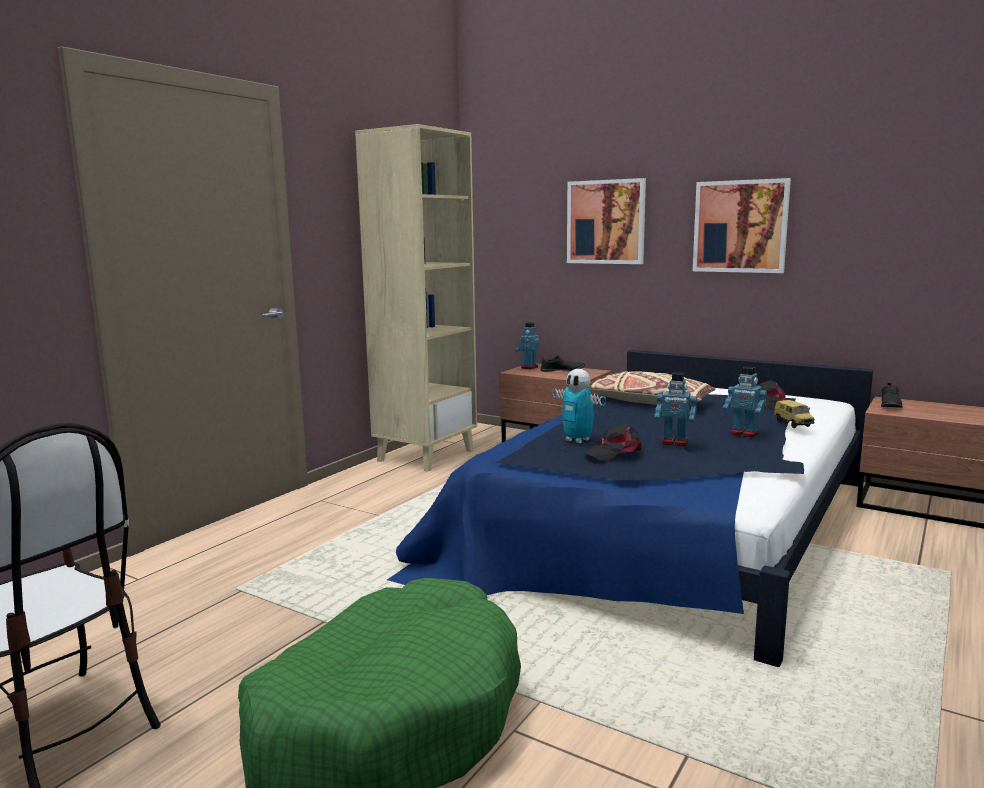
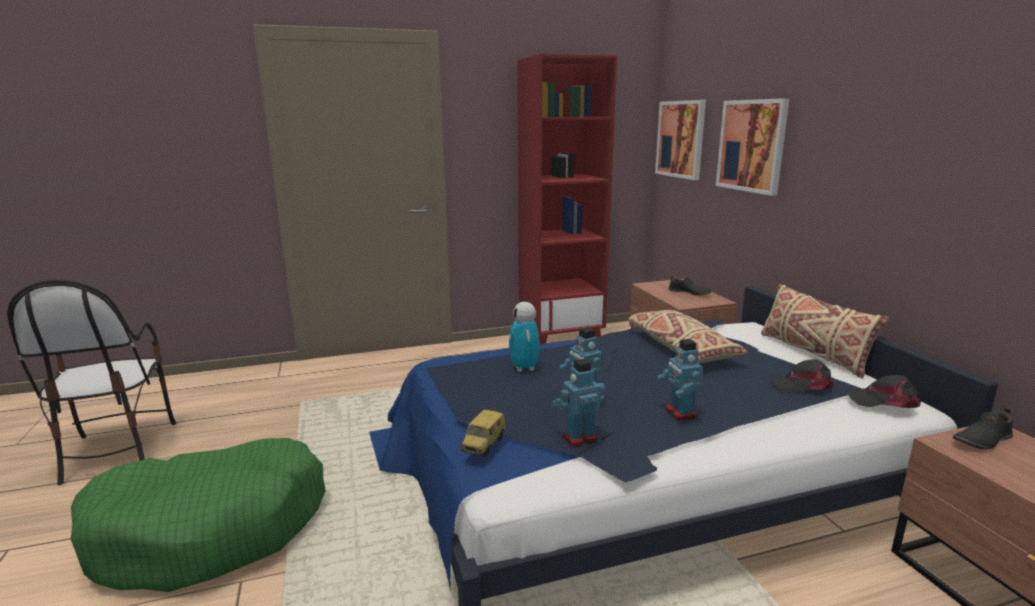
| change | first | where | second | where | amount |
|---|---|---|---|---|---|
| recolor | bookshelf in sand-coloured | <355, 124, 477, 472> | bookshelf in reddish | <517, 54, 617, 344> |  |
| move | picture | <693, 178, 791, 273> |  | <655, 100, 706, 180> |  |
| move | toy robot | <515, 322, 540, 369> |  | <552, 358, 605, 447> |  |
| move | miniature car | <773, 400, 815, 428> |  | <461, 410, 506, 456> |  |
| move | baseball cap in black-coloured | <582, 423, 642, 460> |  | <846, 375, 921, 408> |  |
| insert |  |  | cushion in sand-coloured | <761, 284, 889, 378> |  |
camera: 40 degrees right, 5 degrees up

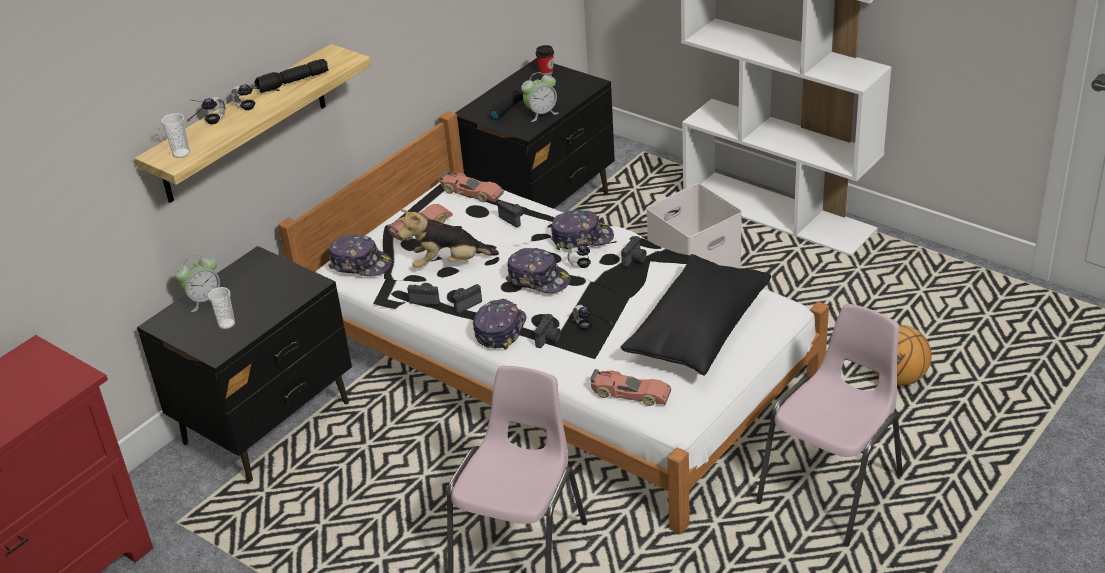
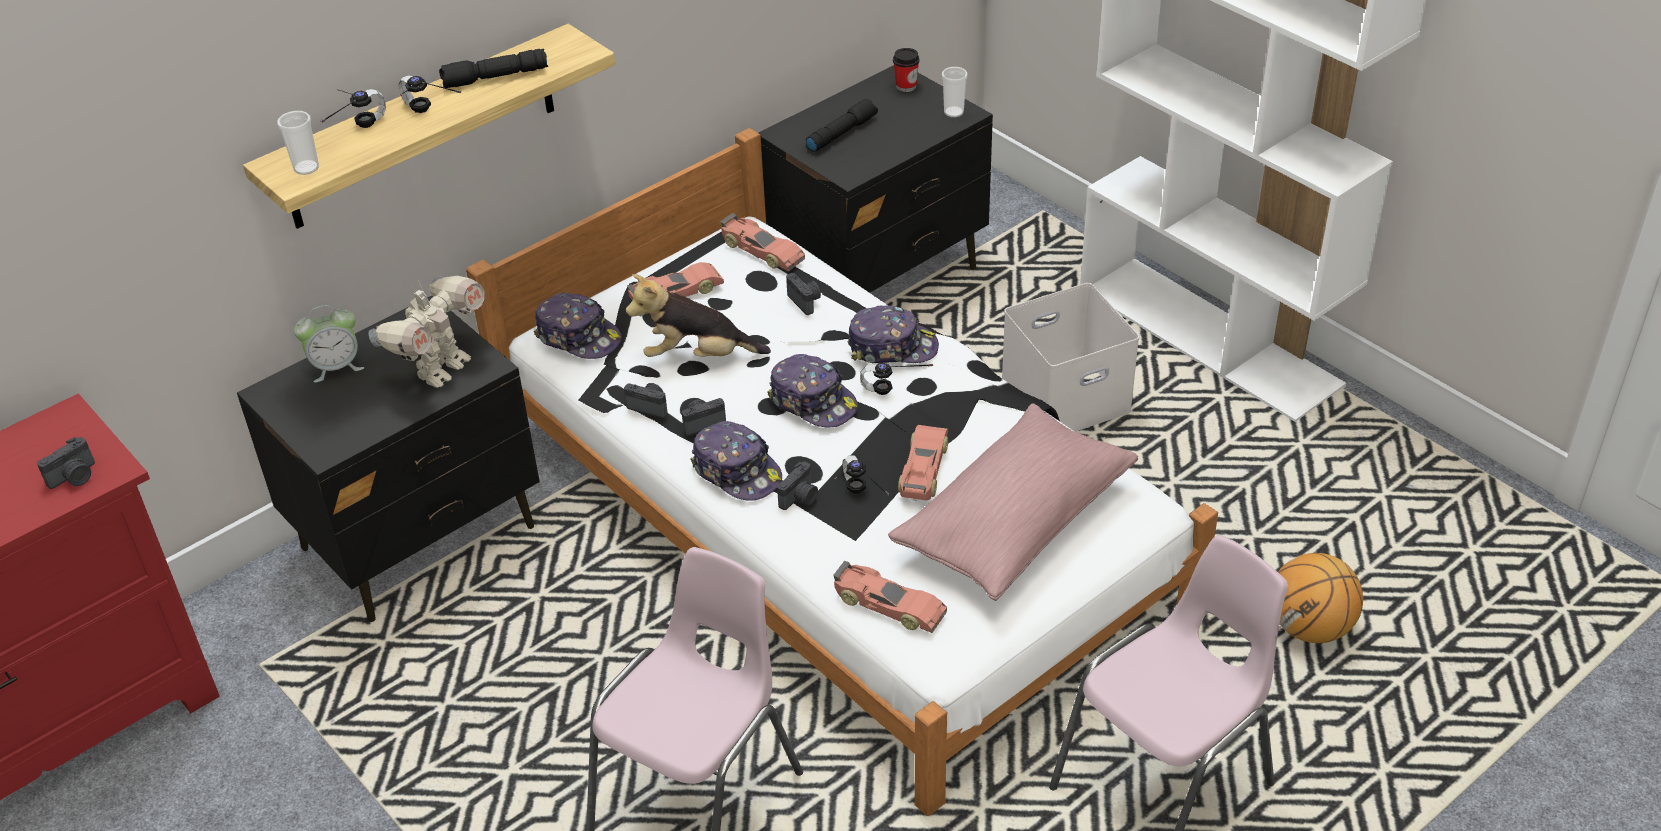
| change | first | where | second | where | amount |
|---|---|---|---|---|---|
| delete | alarm clock | <521, 72, 558, 122> |  |  |  |
| move | photo camera | <621, 236, 646, 267> |  | <37, 437, 95, 489> |  |
| recolor | cushion in black-coloured | <621, 254, 771, 376> | cushion in pink | <888, 404, 1138, 601> |  |
| move | small cup | <208, 287, 235, 329> |  | <942, 67, 967, 117> |  |
| rotate | baseball cap | <473, 299, 526, 350> |  | <690, 421, 782, 500> | 105 degrees clockwise |
| insert |  |  | toy robot | <368, 276, 485, 388> |  |
| insert |  |  | miniature car | <898, 425, 948, 501> |  |
camera: 10 degrees right, 5 degrees up

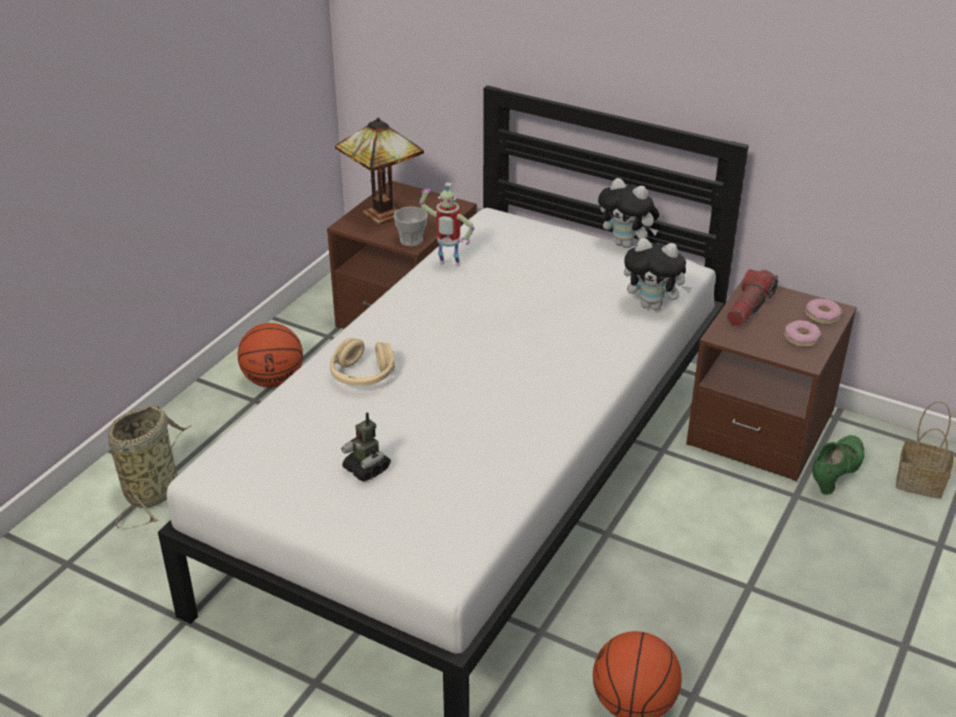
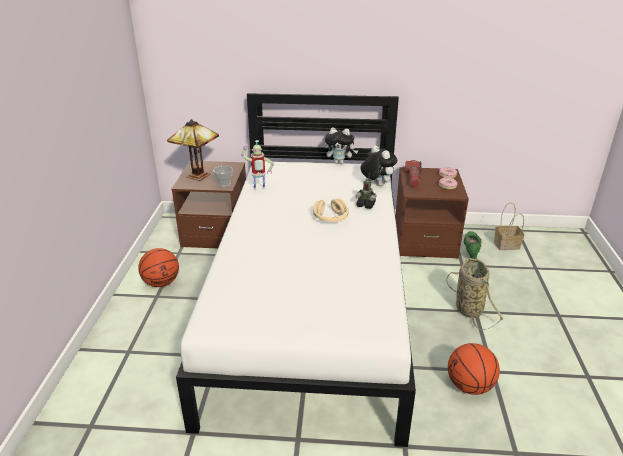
| change | first | where | second | where | amount |
|---|---|---|---|---|---|
| rotate | soft toy | <624, 238, 692, 310> |  | <361, 146, 397, 186> | 120 degrees counterclockwise |
| move | headphones in sand-coloured | <330, 338, 395, 386> |  | <313, 199, 349, 222> |  |
| move | storage basket | <108, 406, 192, 529> |  | <446, 258, 504, 330> |  |
| move | toy robot | <341, 412, 391, 481> |  | <355, 174, 377, 209> |  |
camera: 25 degrees left, 5 degrees down

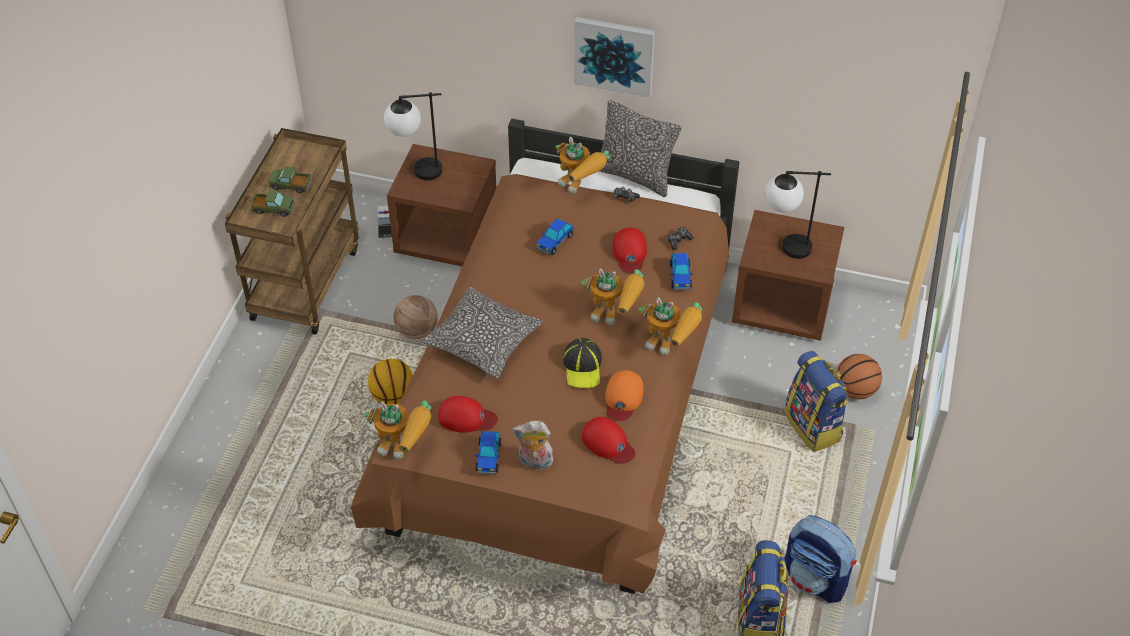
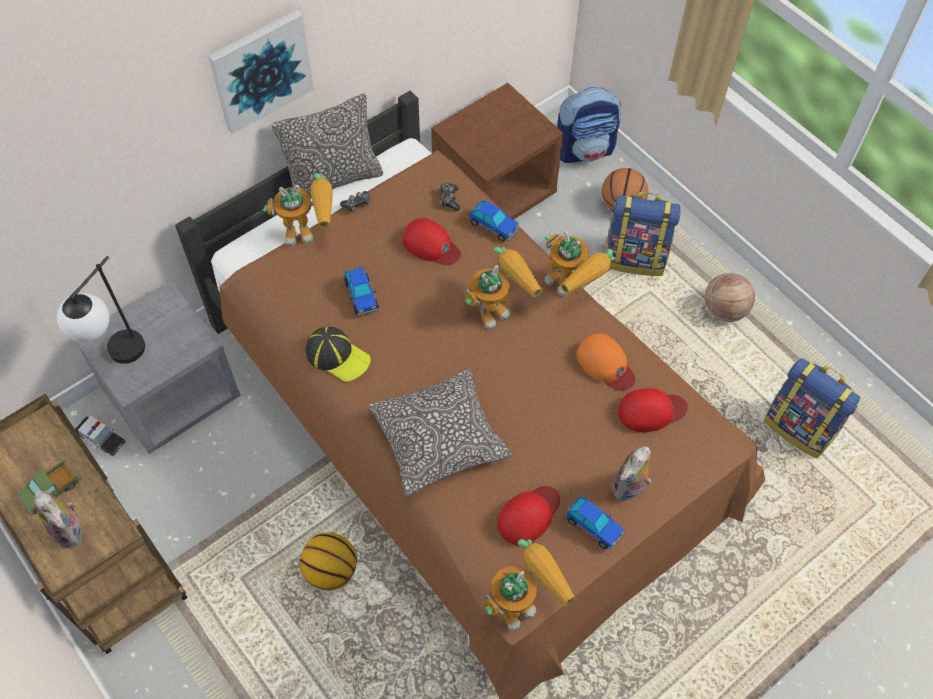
| change | first | where | second | where | amount |
|---|---|---|---|---|---|
| recolor | bedside table in brown-coloured | <387, 144, 496, 267> | bedside table in gray | <75, 281, 241, 454> |  |
| delete | table lamp | <765, 171, 831, 259> |  |  |  |
| replace | toy truck | <251, 190, 295, 217> | soft toy | <34, 491, 83, 549> |  |
| move | basketball ball | <393, 295, 438, 339> |  | <705, 273, 755, 322> |  |
| rotate | toy robot | <638, 297, 702, 356> |  | <544, 231, 614, 296> | 75 degrees clockwise |
| move | baseball cap | <563, 338, 602, 388> |  | <306, 326, 371, 382> |  |
| move | knapsack | <785, 515, 857, 603> |  | <557, 87, 621, 163> |  |
camera: 55 degrees left, 10 degrees up

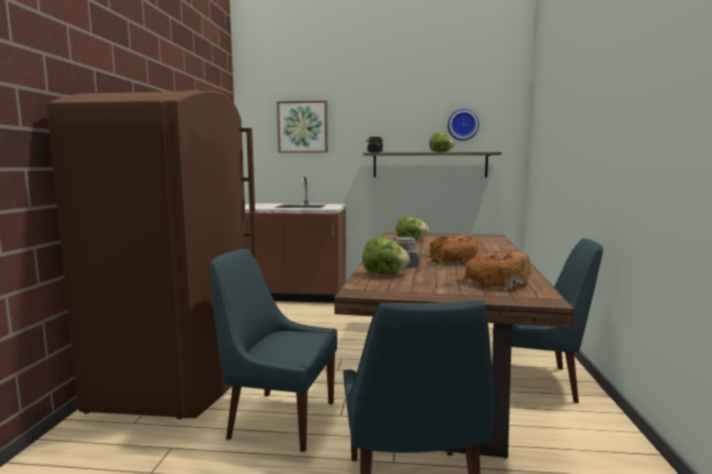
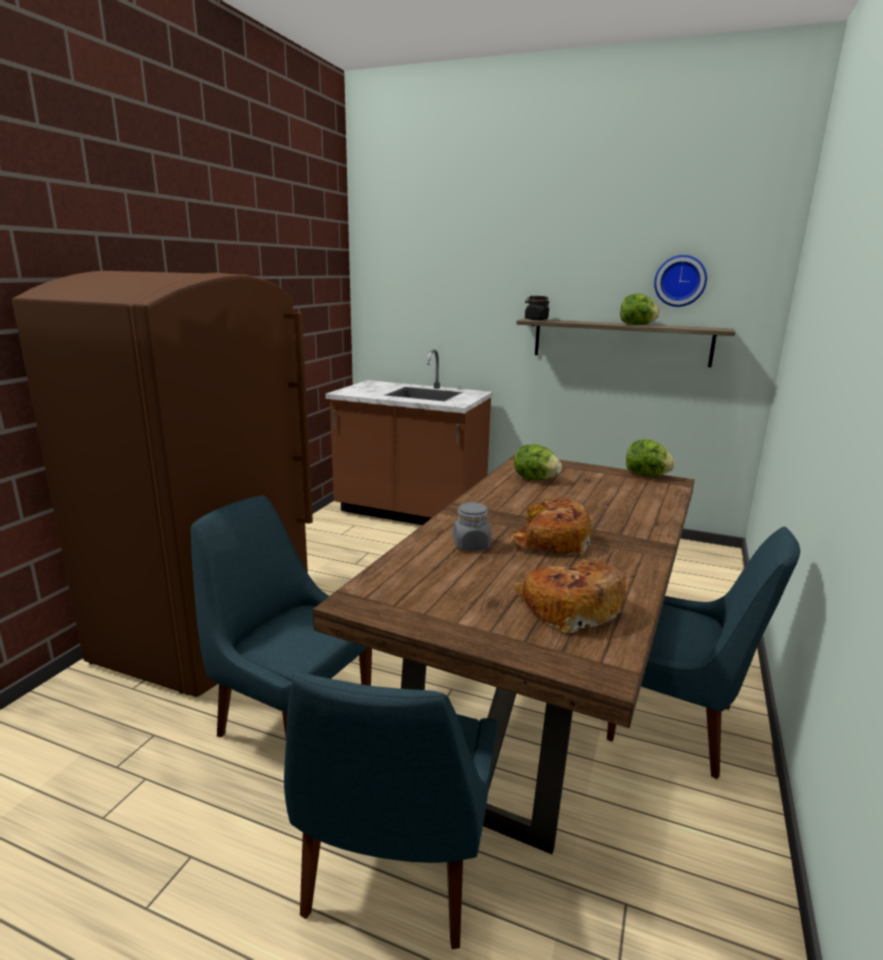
| change | first | where | second | where | amount |
|---|---|---|---|---|---|
| delete | picture | <277, 100, 328, 153> |  |  |  |
| move | head of lettuce | <363, 237, 410, 274> |  | <626, 439, 675, 477> |  |
camera: 15 degrees right, 10 degrees up

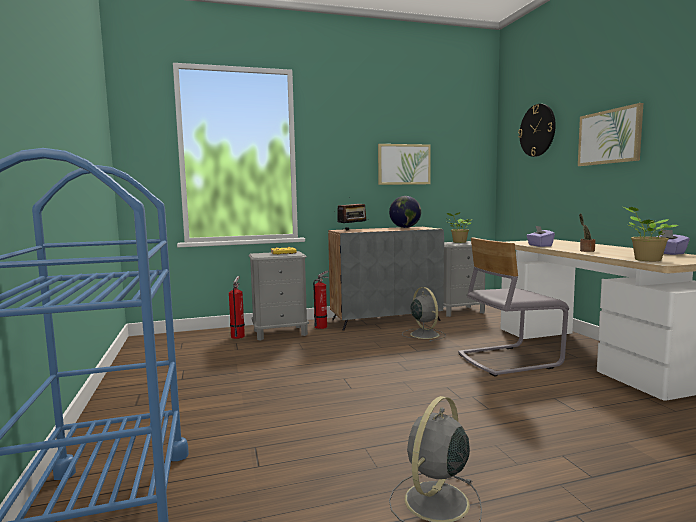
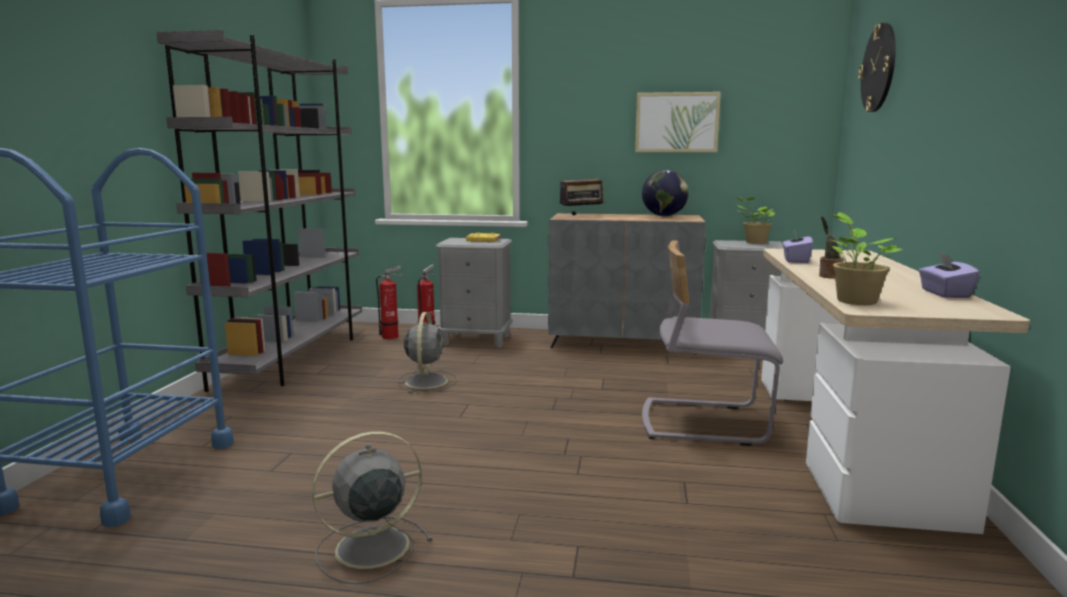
| change | first | where | second | where | amount |
|---|---|---|---|---|---|
| delete | picture | <578, 103, 643, 166> |  |  |  |
| move | fire-fighting cylinder | <313, 270, 329, 329> |  | <376, 265, 404, 339> |  |
| move | fan in gray | <402, 287, 446, 342> |  | <396, 312, 457, 393> |  |
| insert |  |  | bookshelf in gray | <156, 30, 362, 392> |  |
camera: 25 degrees right, 5 degrees up

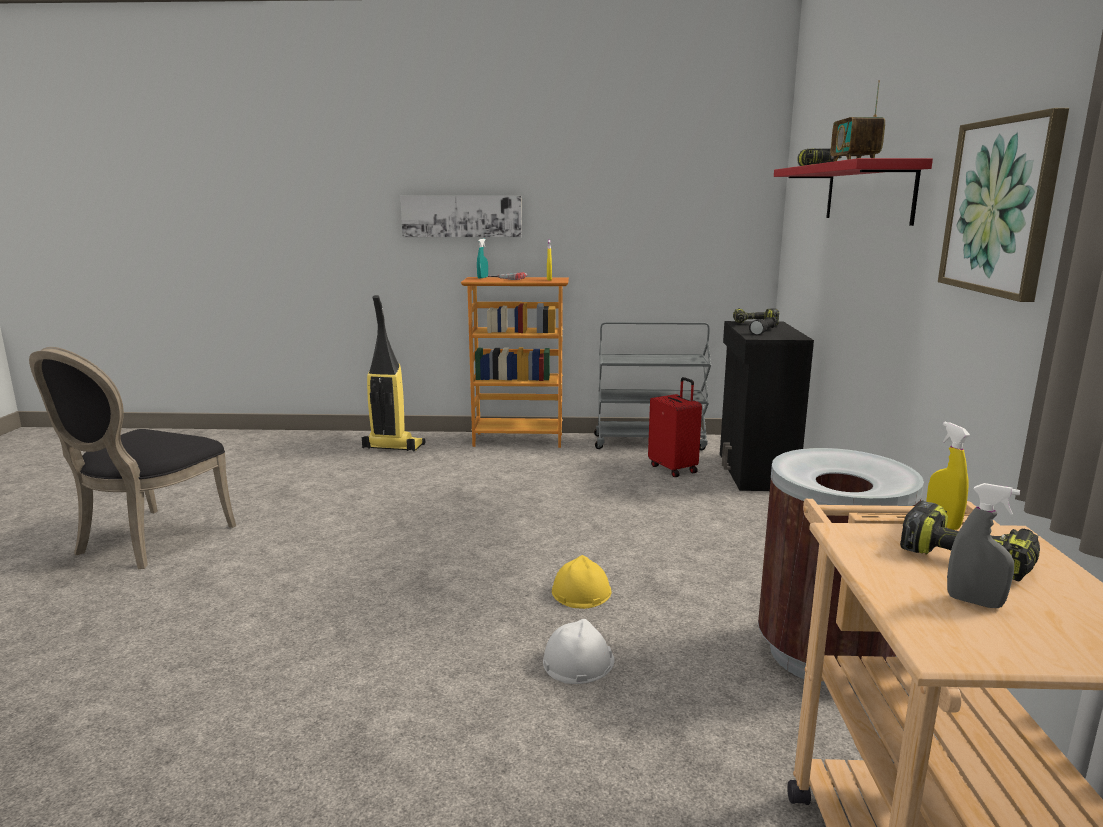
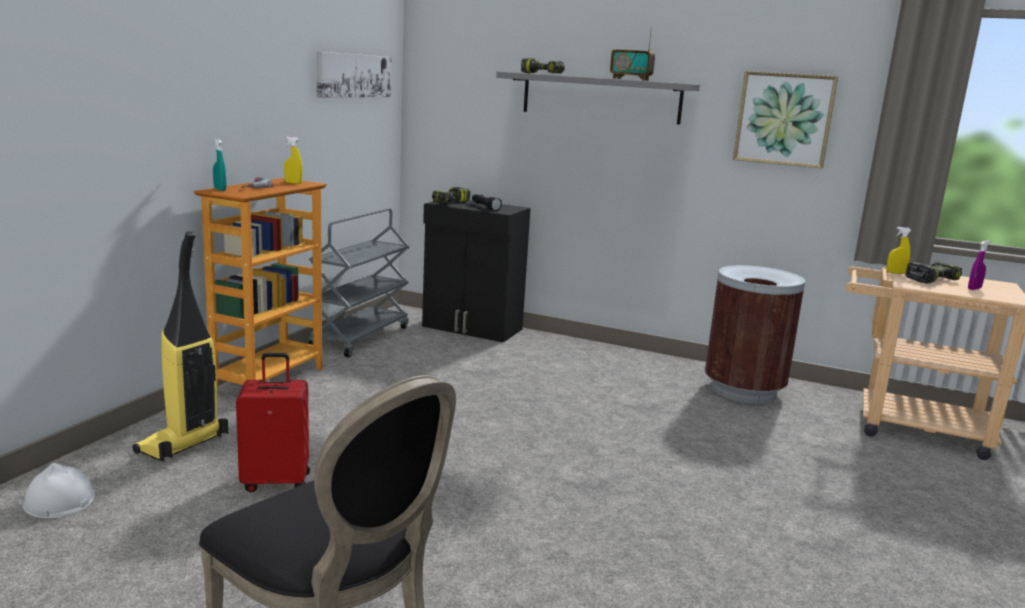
| change | first | where | second | where | amount |
|---|---|---|---|---|---|
| recolor | wall shelf in reddish | <774, 158, 933, 226> | wall shelf in gray | <496, 72, 700, 125> |  |
| move | picture | <400, 196, 522, 237> |  | <316, 52, 391, 98> |  |
| move | suitcase in reddish | <648, 377, 702, 477> |  | <236, 353, 310, 492> |  |
| recolor | hand sprayer in gray | <947, 483, 1020, 608> | hand sprayer in purplish | <968, 240, 990, 290> |  |
| delete | work helmet in yellowish | <552, 555, 612, 609> |  |  |  |
| move | work helmet in white | <543, 619, 614, 684> |  | <23, 463, 95, 518> |  |
camera: 70 degrees left, 0 degrees up

